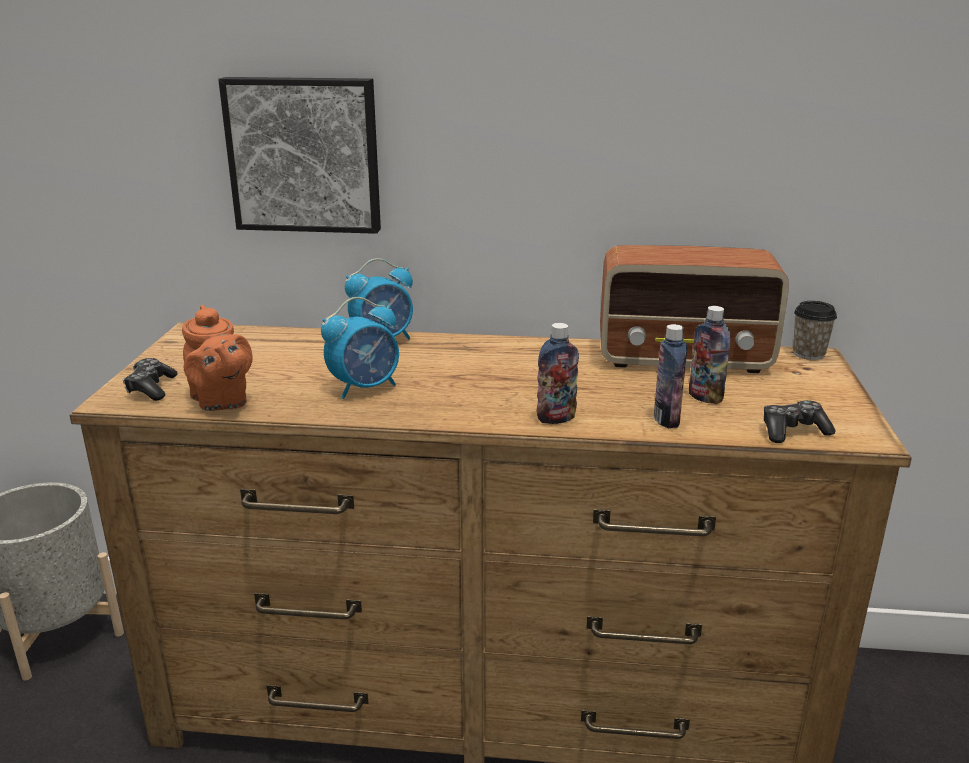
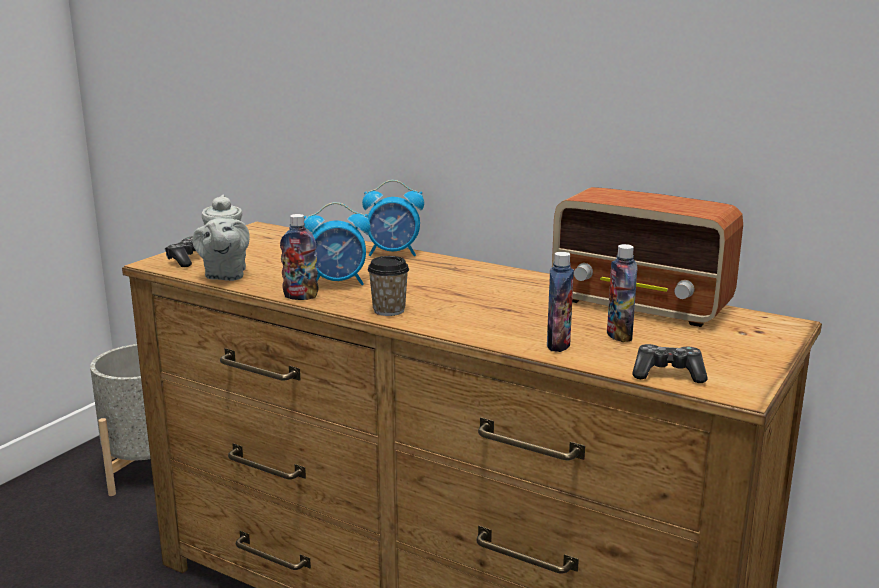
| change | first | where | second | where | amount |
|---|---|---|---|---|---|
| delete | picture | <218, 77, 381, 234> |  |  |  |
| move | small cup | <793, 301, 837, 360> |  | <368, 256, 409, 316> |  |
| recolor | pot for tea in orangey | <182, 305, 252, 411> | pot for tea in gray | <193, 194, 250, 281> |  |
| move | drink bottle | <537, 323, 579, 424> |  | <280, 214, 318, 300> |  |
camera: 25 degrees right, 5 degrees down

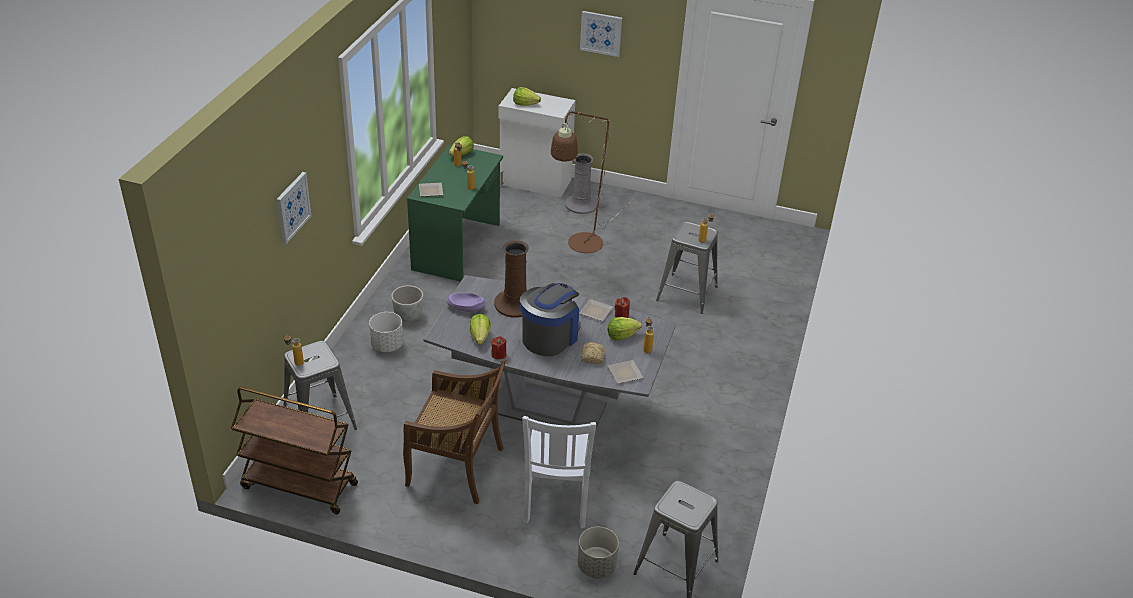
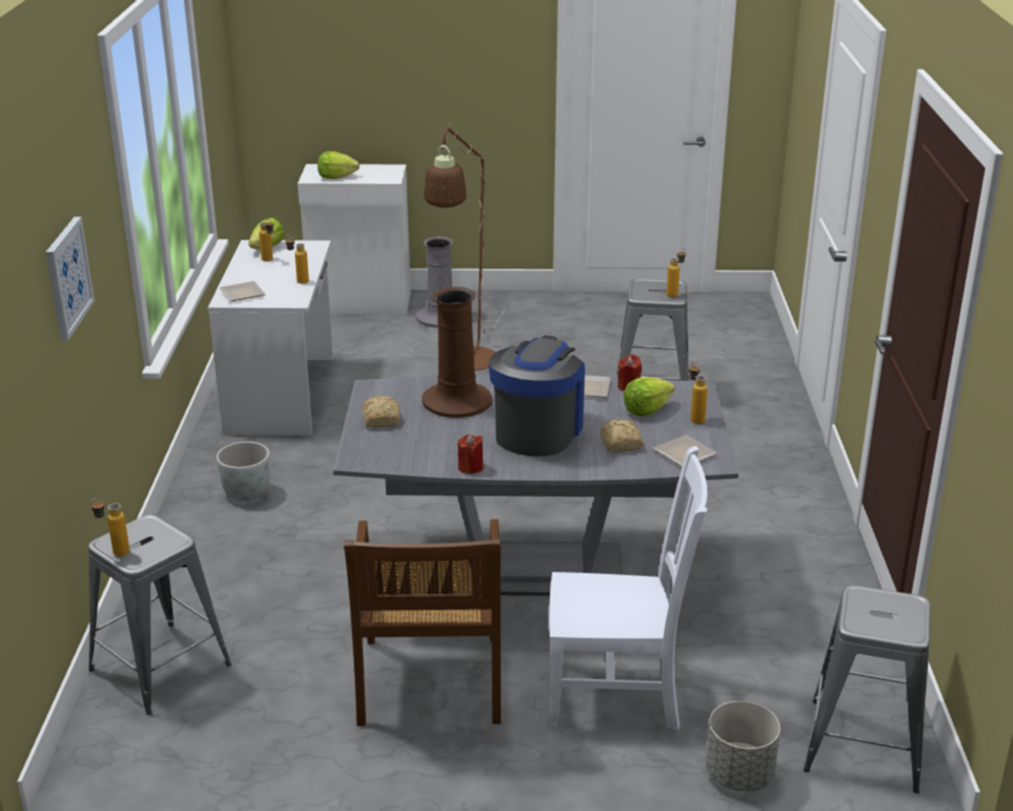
| change | first | where | second | where | amount |
|---|---|---|---|---|---|
| delete | picture | <580, 11, 622, 57> |  |  |  |
| recolor | desk table in green | <407, 144, 503, 282> | desk table in white | <208, 240, 333, 435> |  |
| replace | bowl in purplish | <446, 292, 486, 312> | baked bread | <362, 396, 400, 427> |  |
| delete | planter in white | <369, 312, 403, 352> |  |  |  |
| delete | head of lettuce | <470, 314, 491, 345> |  |  |  |
| rotate | chair in brown-coloured | <403, 359, 507, 504> |  | <344, 519, 502, 726> | 90 degrees clockwise |
| delete | cart in brown-coloured | <231, 387, 358, 514> |  |  |  |
| rotate | chair in white | <522, 416, 596, 528> |  | <549, 446, 708, 730> | 75 degrees counterclockwise |
camera: 15 degrees left, 10 degrees down

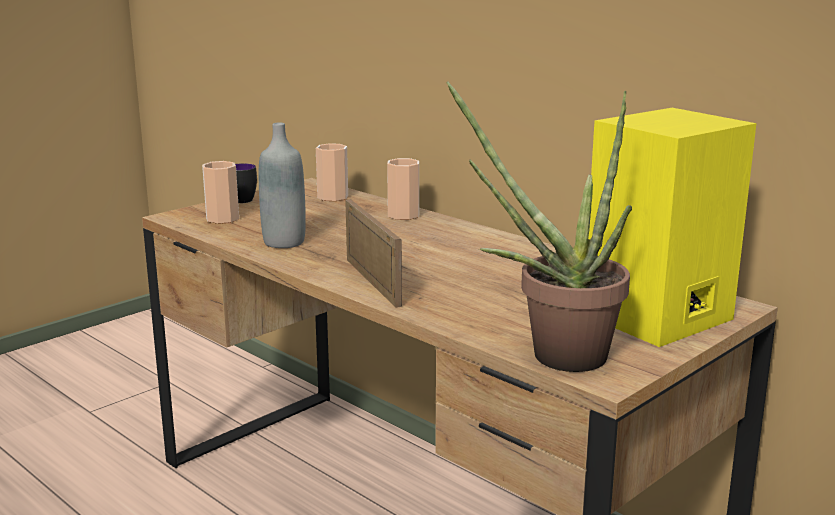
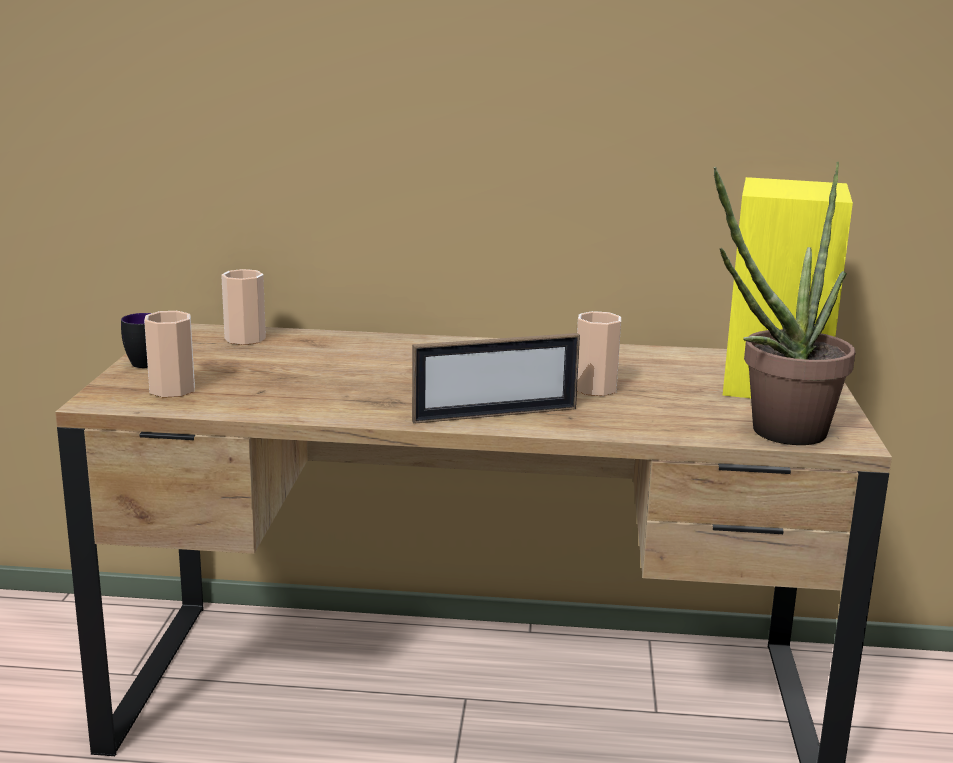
| change | first | where | second | where | amount |
|---|---|---|---|---|---|
| delete | drink bottle in gray | <259, 123, 306, 248> |  |  |  |
| move | small cup | <387, 158, 419, 220> |  | <577, 311, 621, 396> |  |
| rotate | photo frame | <345, 199, 402, 308> |  | <412, 333, 580, 424> | 135 degrees clockwise |
camera: 40 degrees left, 0 degrees up

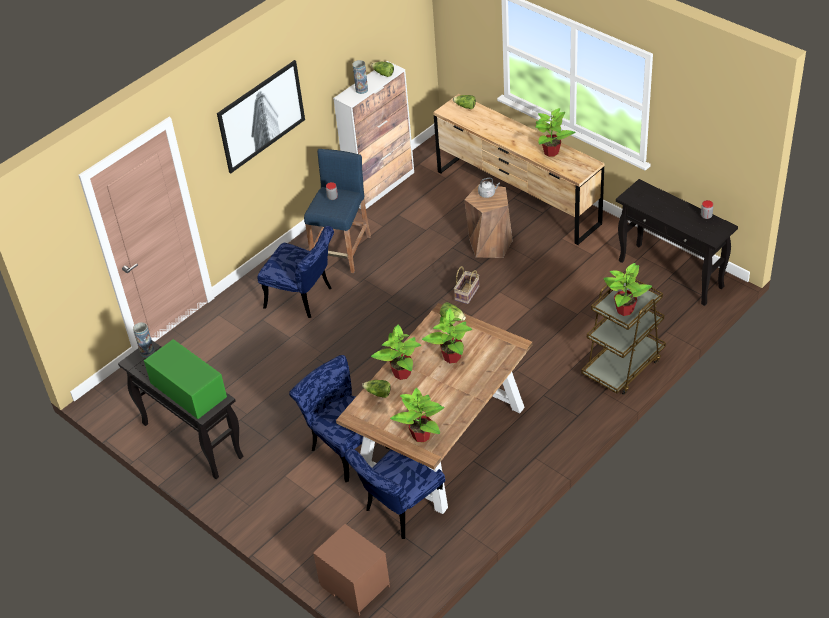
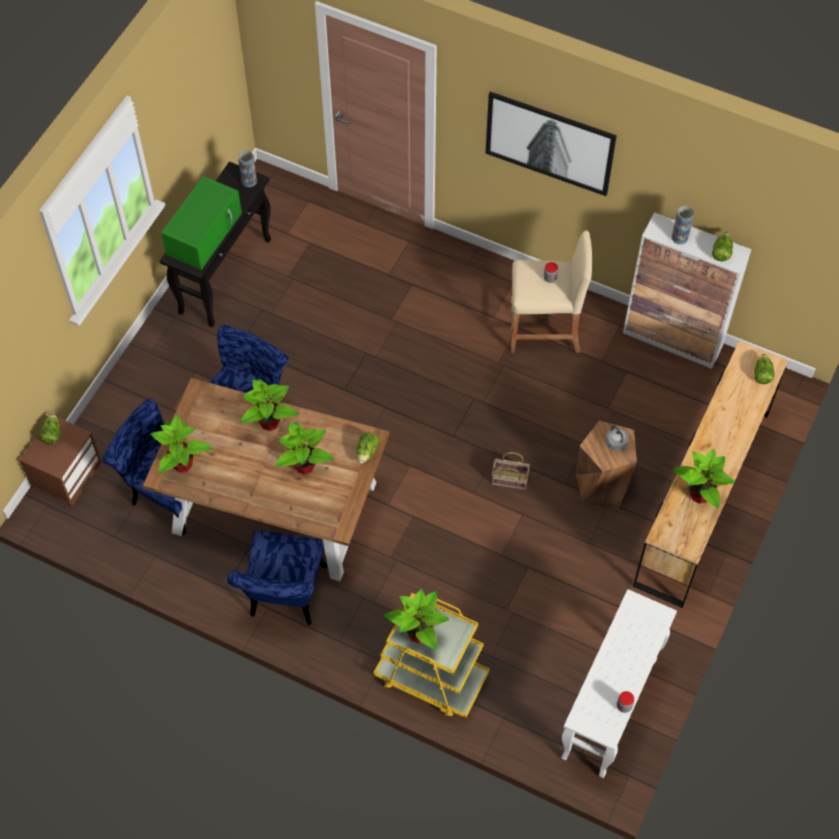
| change | first | where | second | where | amount |
|---|---|---|---|---|---|
| recolor | sitting stool in bluish | <304, 149, 371, 273> | sitting stool in sand-coloured | <510, 230, 592, 353> |  |
| recolor | hall table in black-coloured | <616, 179, 738, 306> | hall table in white | <561, 589, 677, 778> |  |
| move | chair in bluish | <257, 226, 334, 318> |  | <228, 531, 327, 625> |  |
| recolor | cart in brown-coloured | <581, 279, 666, 395> | cart in yellowish | <373, 593, 490, 718> |  |
| move | head of lettuce | <362, 380, 391, 398> |  | <39, 414, 60, 444> |  |
camera: 70 degrees right, 15 degrees up

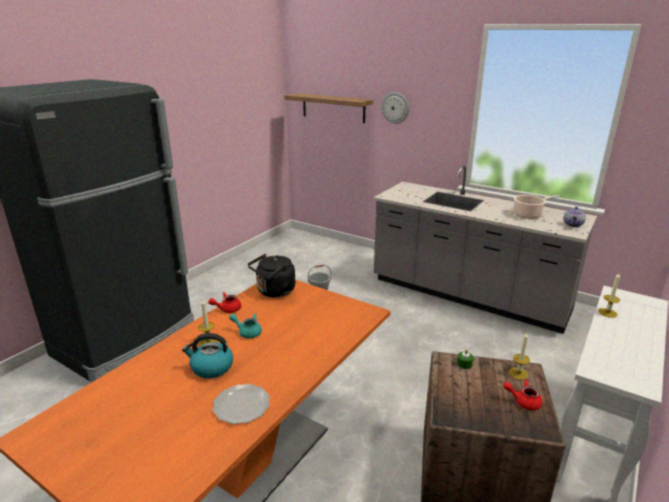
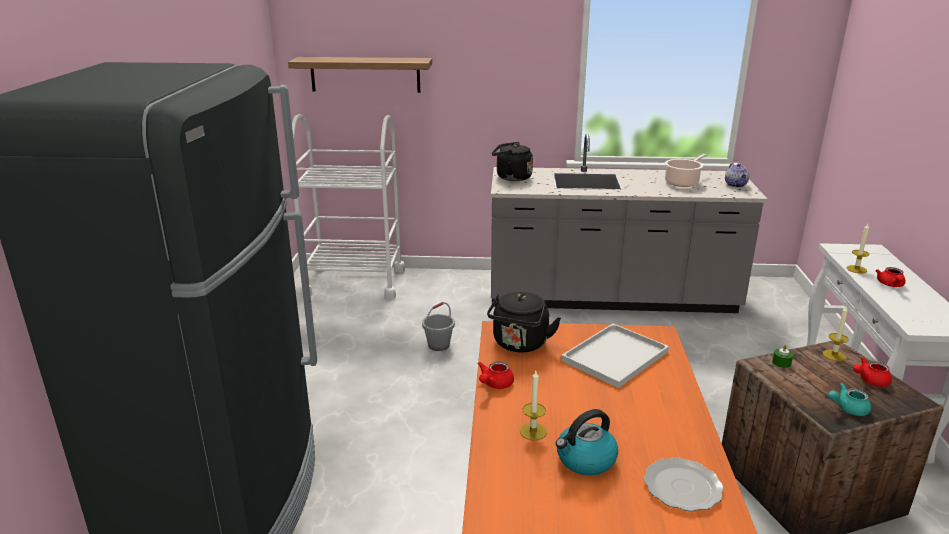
| change | first | where | second | where | amount |
|---|---|---|---|---|---|
| delete | wall clock | <381, 92, 409, 124> |  |  |  |
| move | pot for tea in turquoise | <229, 314, 262, 338> |  | <828, 383, 871, 416> |  |
| insert |  |  | cart in white | <292, 114, 405, 300> |  |
| insert |  |  | kettle in black-coloured | <492, 142, 533, 181> |  |
| insert |  |  | pot for tea in reddish | <876, 267, 906, 287> |  |
| insert |  |  | serving tray in white | <561, 323, 669, 388> |  |
camera: 30 degrees left, 0 degrees up

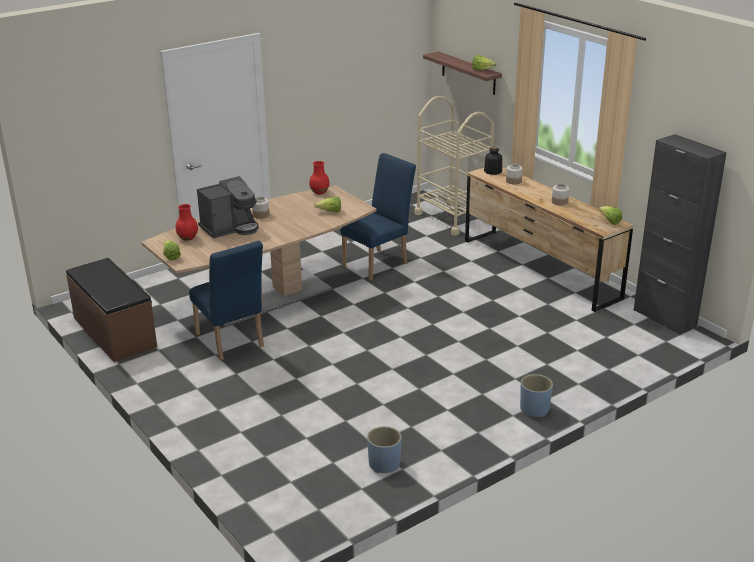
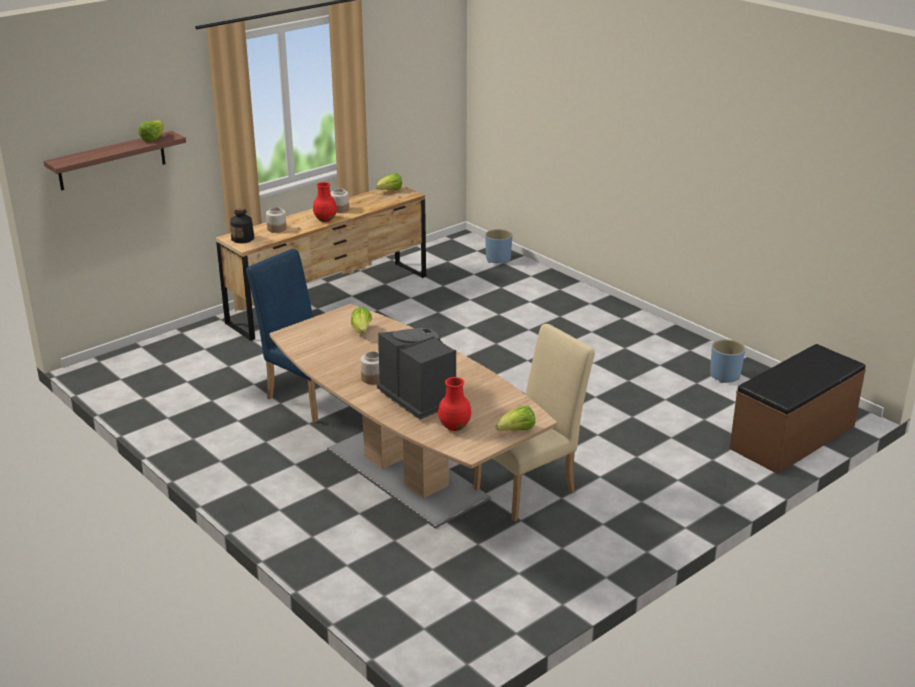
| change | first | where | second | where | amount |
|---|---|---|---|---|---|
| delete | cart in sand-coloured | <414, 96, 494, 235> |  |  |  |
| delete | storage cabinet in black-coloured | <633, 134, 727, 335> |  |  |  |
| move | decorative vase in reddish | <309, 161, 330, 195> |  | <313, 182, 337, 222> |  |
| recolor | chair in bluish | <189, 241, 264, 361> | chair in sand-coloured | <473, 324, 595, 522> |  |
| move | indoor bench in brown-coloured | <66, 258, 157, 362> |  | <729, 344, 866, 474> |  |
| move | planter in bluish | <520, 374, 553, 417> |  | <485, 229, 512, 264> |  |
camera: 95 degrees left, 0 degrees up

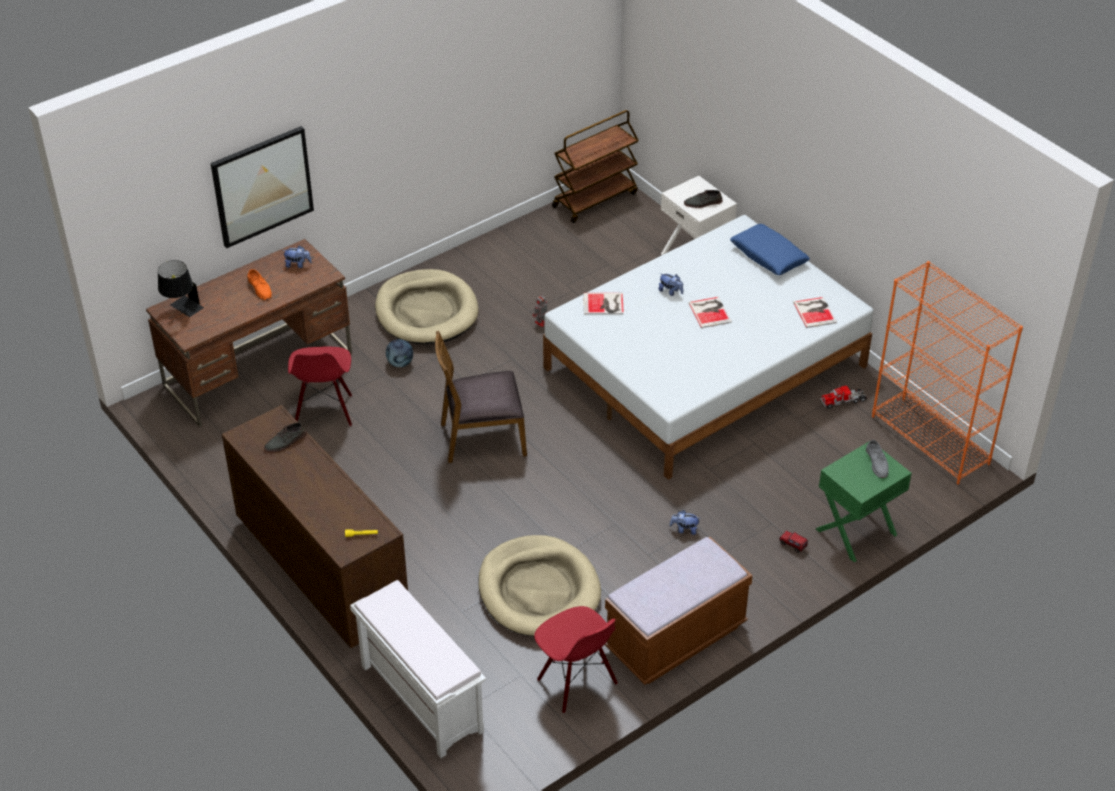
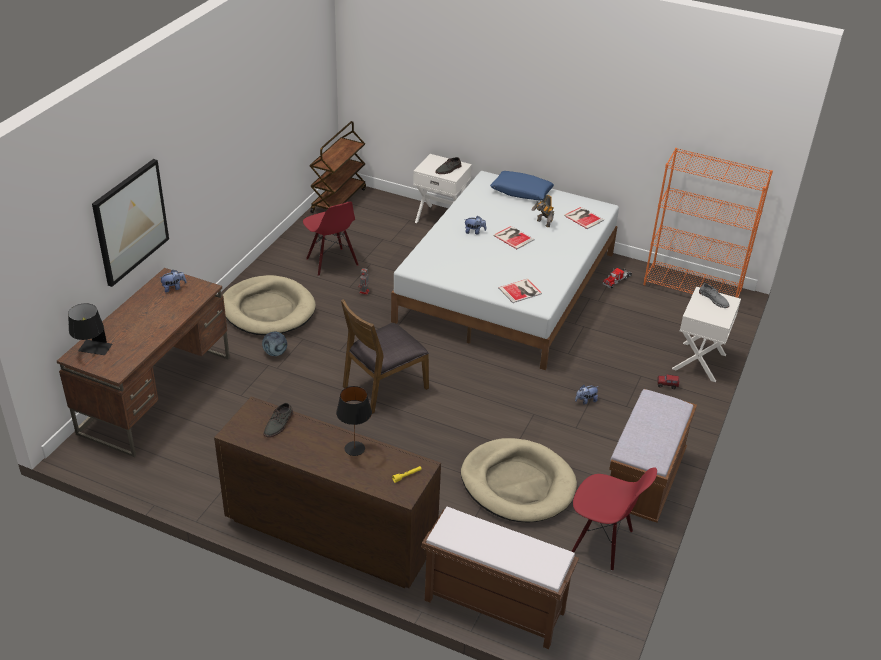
| change | first | where | second | where | amount |
|---|---|---|---|---|---|
| delete | shoe in orangey | <247, 269, 272, 300> |  |  |  |
| move | bound book | <583, 293, 624, 315> |  | <498, 279, 542, 303> |  |
| move | chair in reddish | <288, 347, 352, 426> |  | <303, 201, 359, 276> |  |
| recolor | bedside table in green | <816, 441, 912, 562> | bedside table in white | <672, 287, 741, 382> |  |
| recolor | indoor bench in white | <350, 580, 486, 758> | indoor bench in brown-coloured | <421, 507, 579, 649> |  |
| insert |  |  | toy robot | <532, 195, 554, 227> |  |
| insert |  |  | table lamp in black-coloured | <336, 386, 372, 456> |  |
camera: 30 degrees left, 5 degrees down

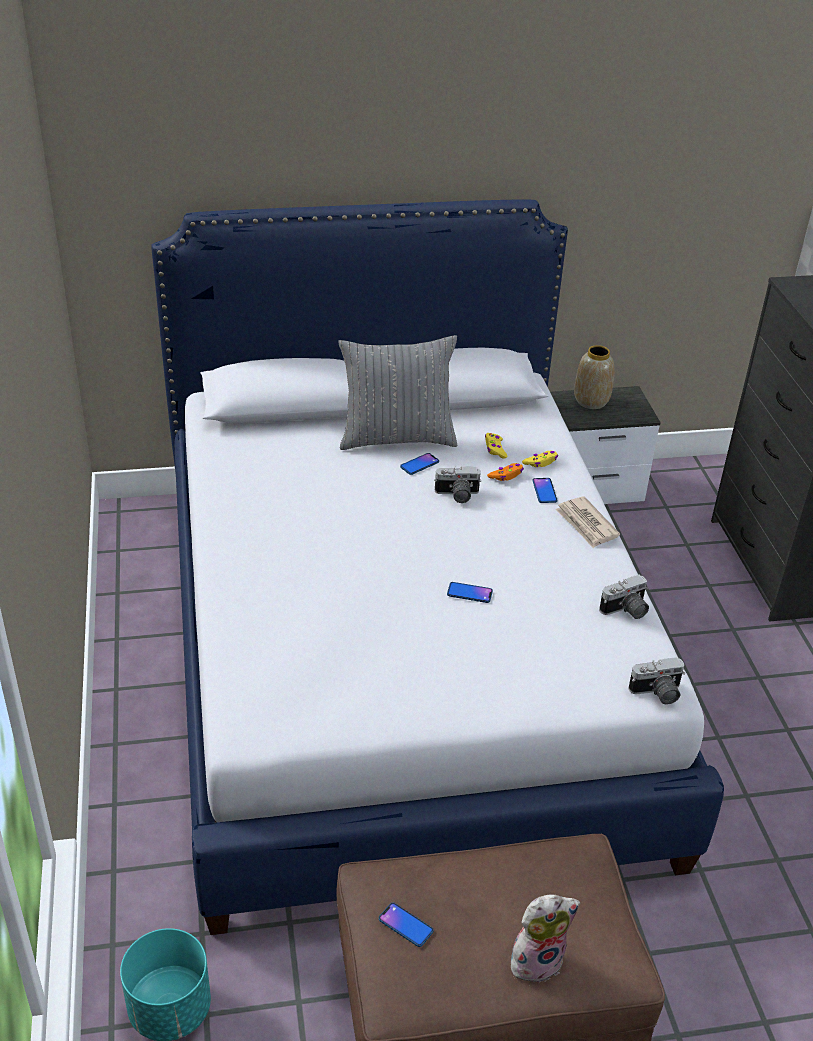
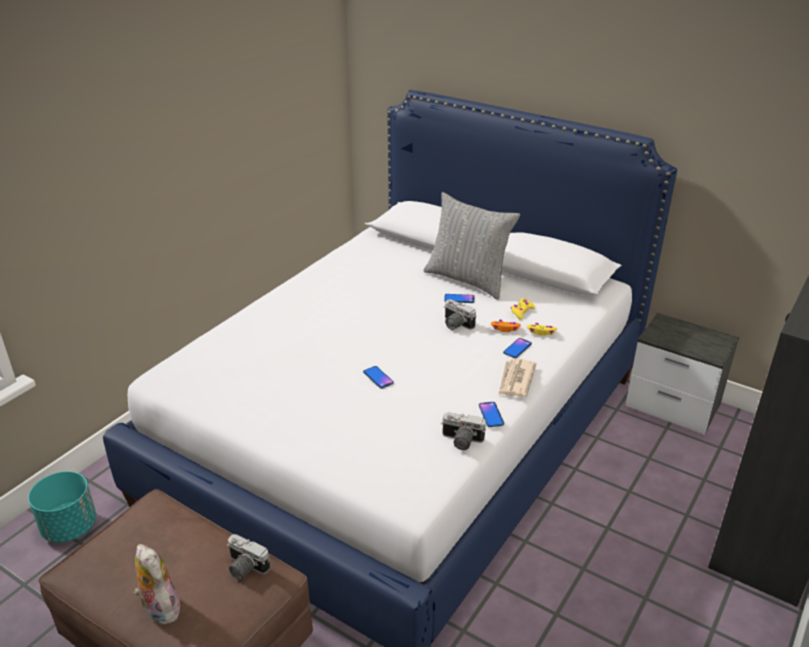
| change | first | where | second | where | amount |
|---|---|---|---|---|---|
| delete | decorative vase | <574, 345, 614, 409> |  |  |  |
| move | photo camera | <629, 657, 685, 705> |  | <227, 534, 270, 580> |  |
| rotate | soft toy | <511, 894, 580, 983> |  | <134, 544, 182, 625> | 150 degrees counterclockwise |
| move | telephone | <379, 903, 433, 947> |  | <479, 402, 504, 427> |  |
camera: 45 degrees right, 5 degrees down

